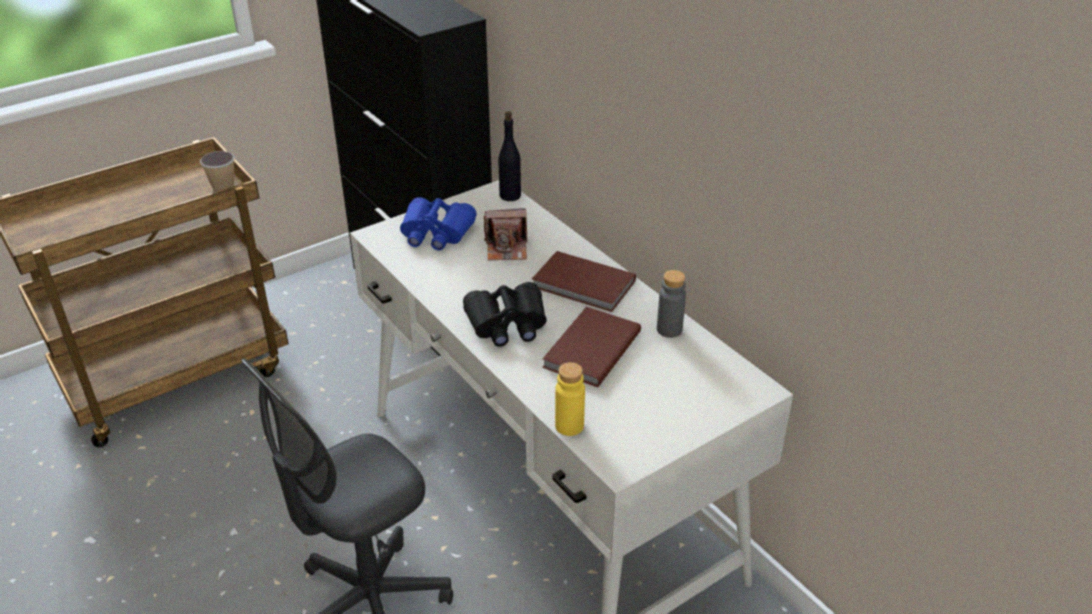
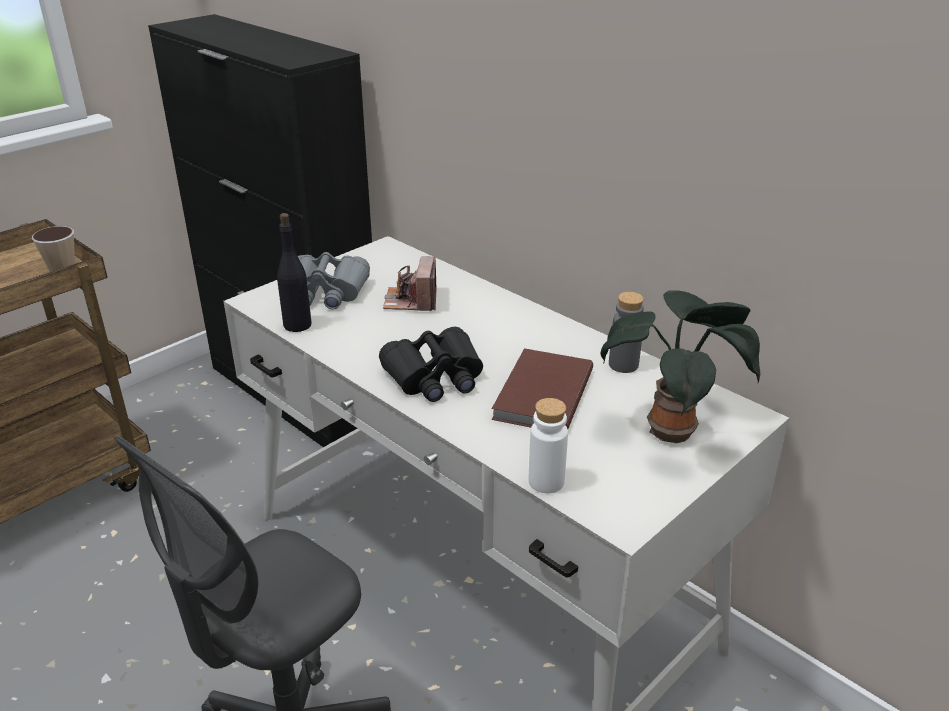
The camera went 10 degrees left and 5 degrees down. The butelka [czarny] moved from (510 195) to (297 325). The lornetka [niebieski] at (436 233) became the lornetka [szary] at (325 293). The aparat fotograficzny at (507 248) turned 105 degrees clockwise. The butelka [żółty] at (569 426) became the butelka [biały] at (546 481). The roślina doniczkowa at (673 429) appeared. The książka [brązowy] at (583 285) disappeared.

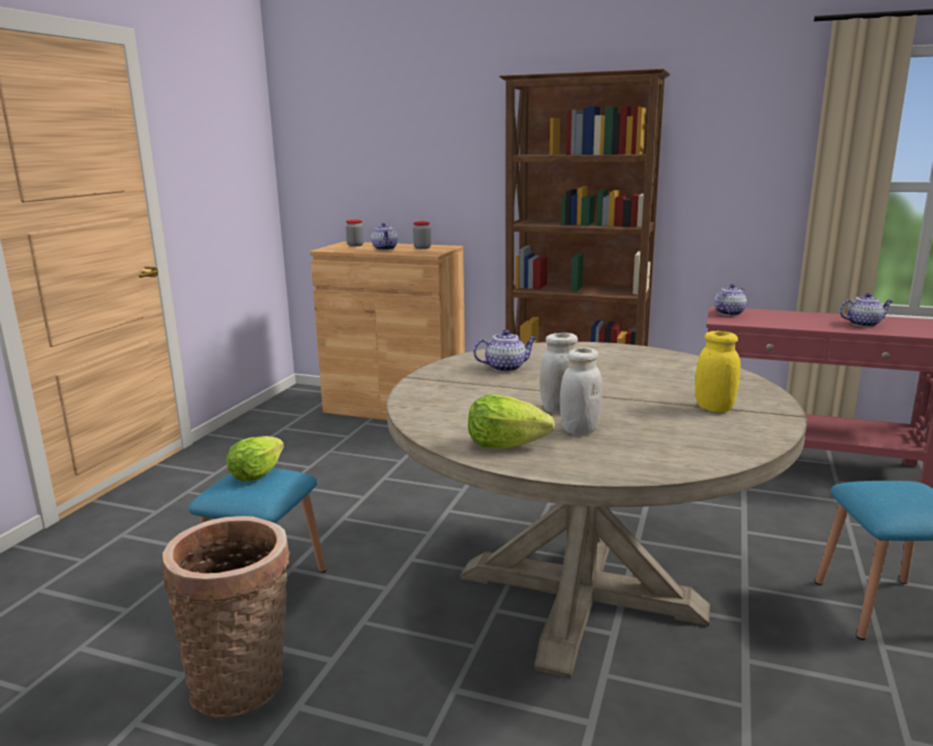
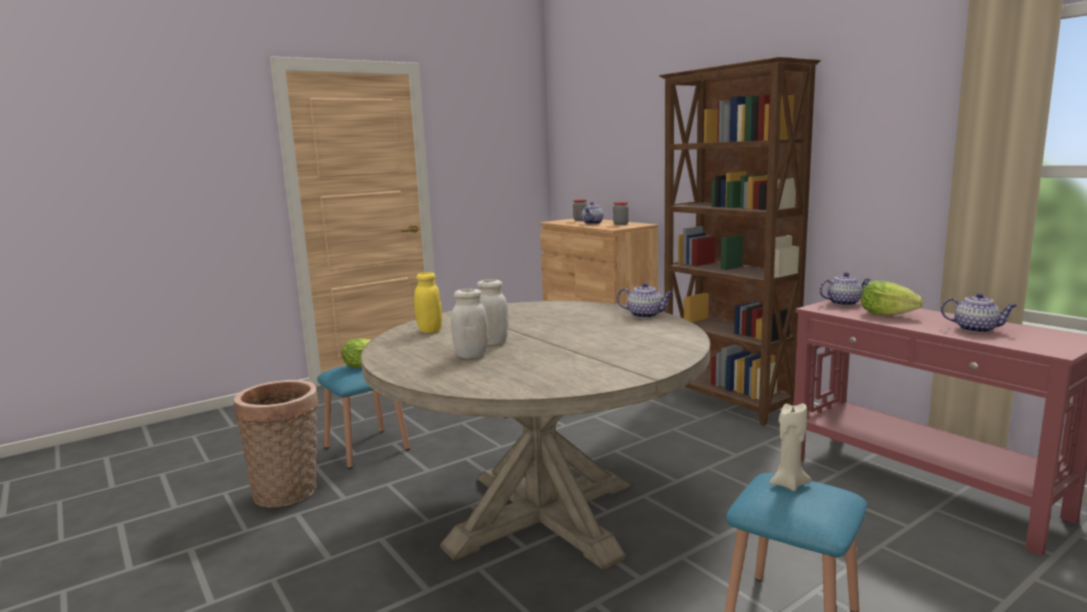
The camera went 35 degrees right and 5 degrees down. The słoik [żółty] moved from (714 408) to (429 330). The imbryk moved from (506 367) to (645 315). The świeca [beżowy] at (788 484) appeared. The sałata moved from (505 445) to (887 314).

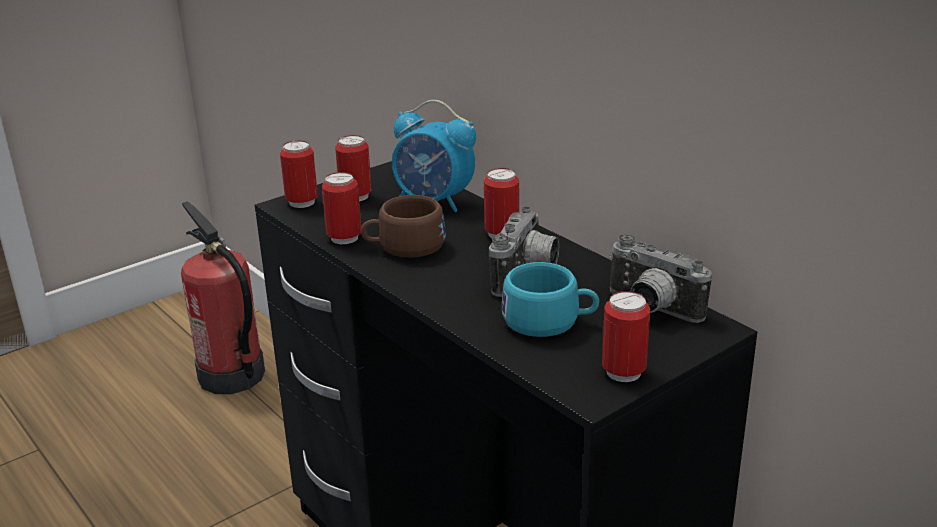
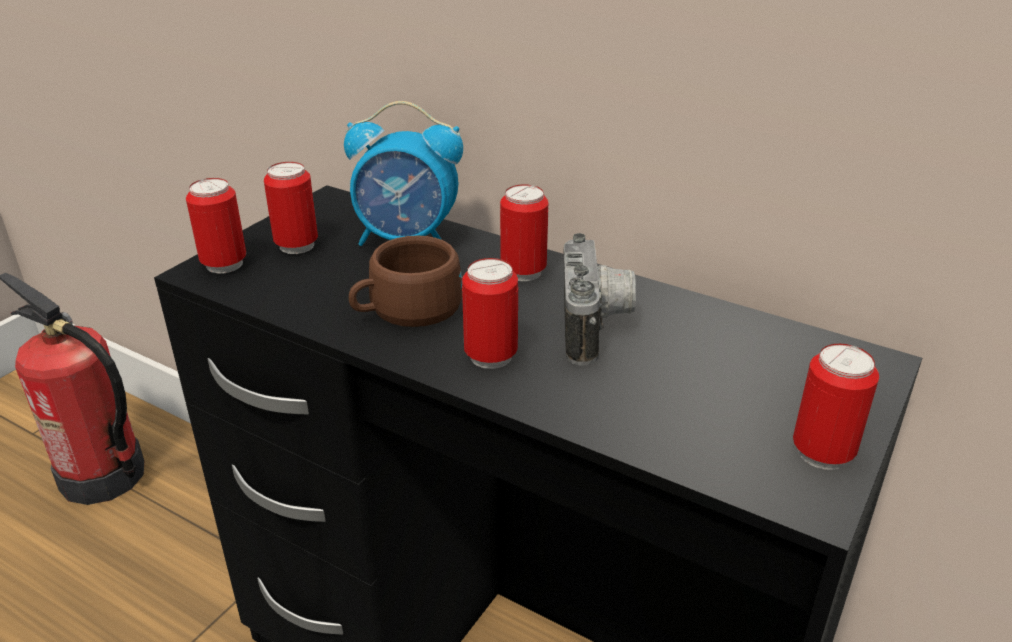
The camera went 20 degrees left and 5 degrees up. The puszka moved from (344 238) to (490 356). The filiżanka [turkusowy] at (549 321) disappeared. The aparat fotograficzny at (650 309) disappeared.

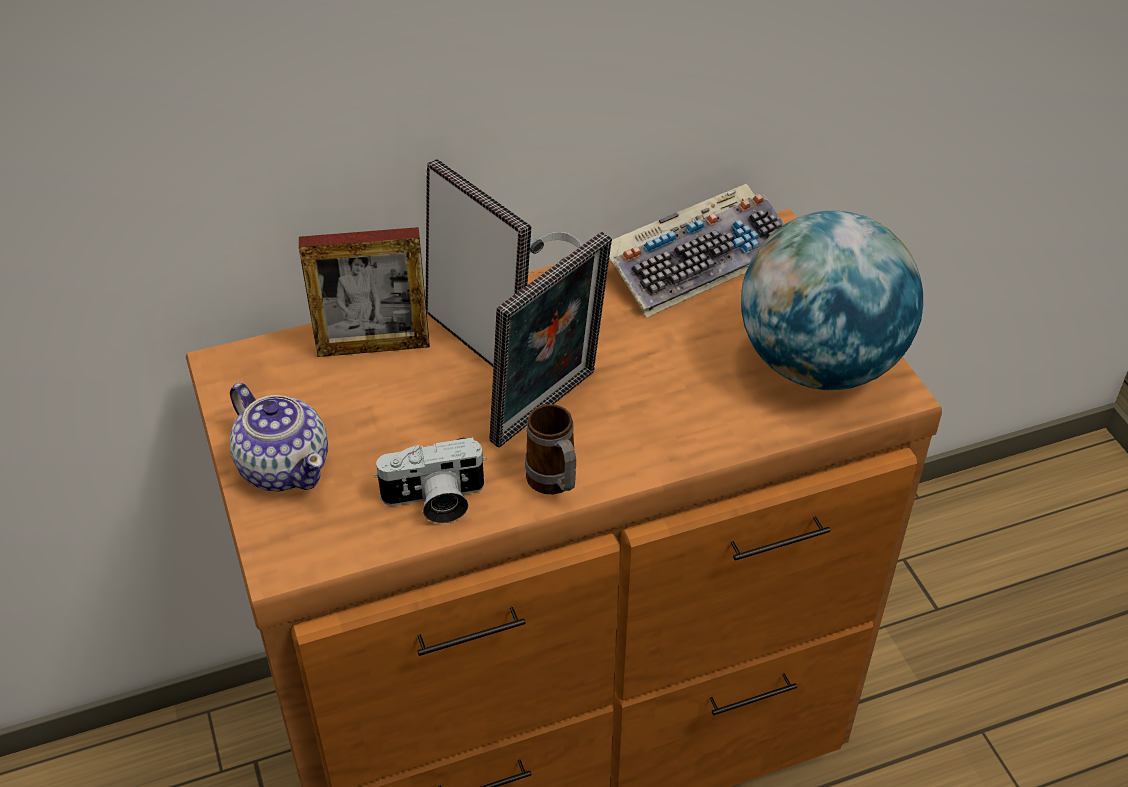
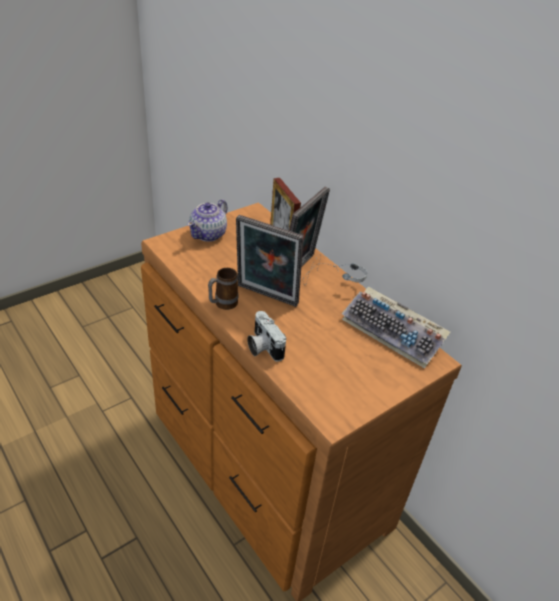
The camera went 70 degrees right and 5 degrees down. The aparat fotograficzny moved from (434 501) to (262 346). The globus at (819 364) disappeared.

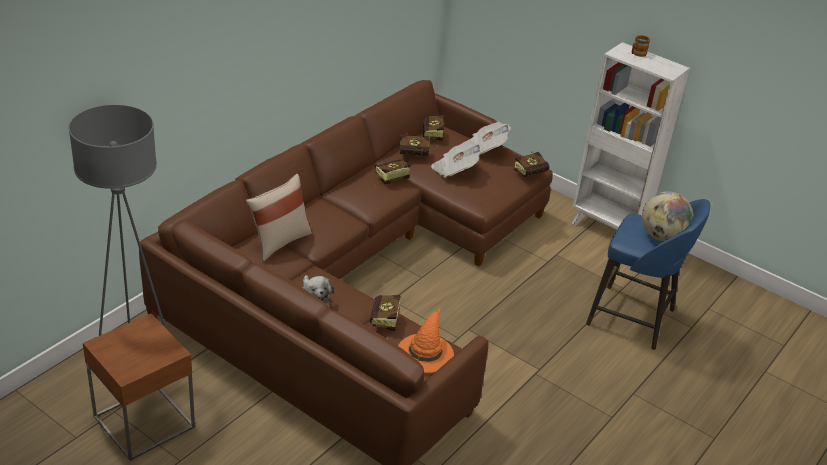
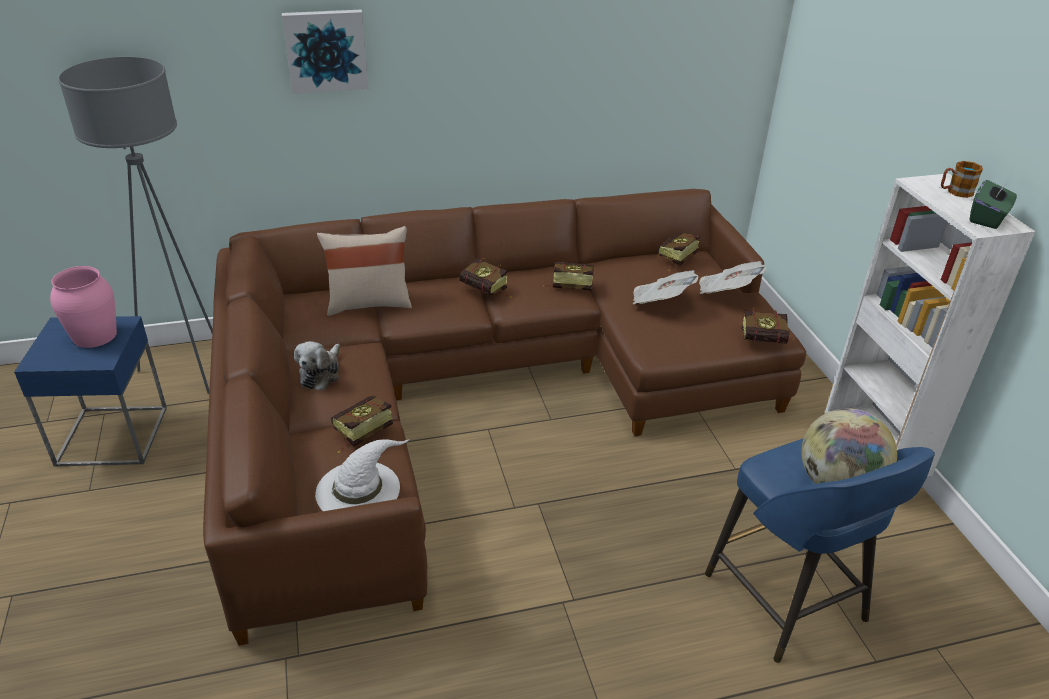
The camera went 40 degrees right and 0 degrees up. The stolik [brązowy] at (144 421) became the stolik [niebieski] at (112 435). The wazon [różowy] at (95 336) appeared. The obraz at (326 50) appeared. The kapelusz [pomarańczowy] at (425 352) became the kapelusz [biały] at (359 489). The książka moved from (417 155) to (487 291). The pudełko chusteczek [zielony] at (987 218) appeared.

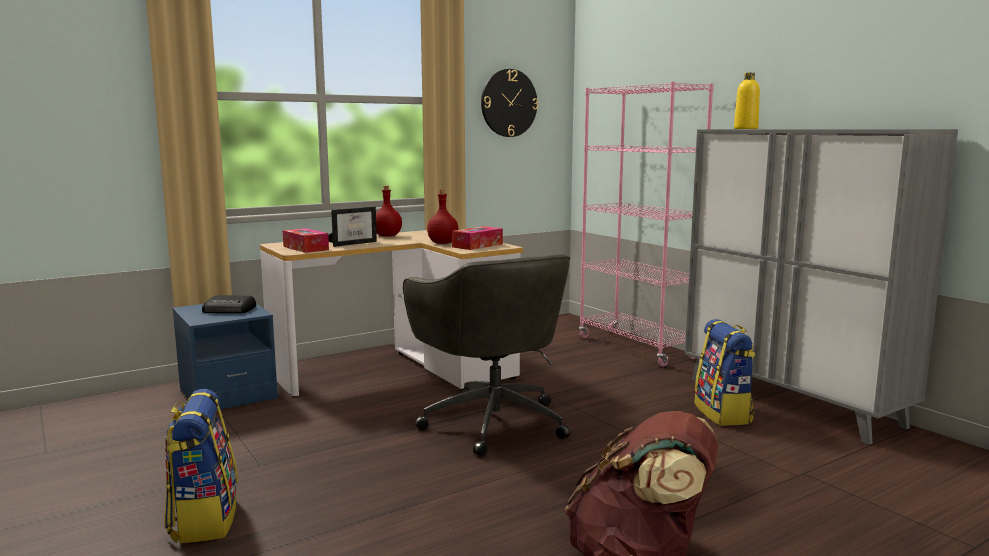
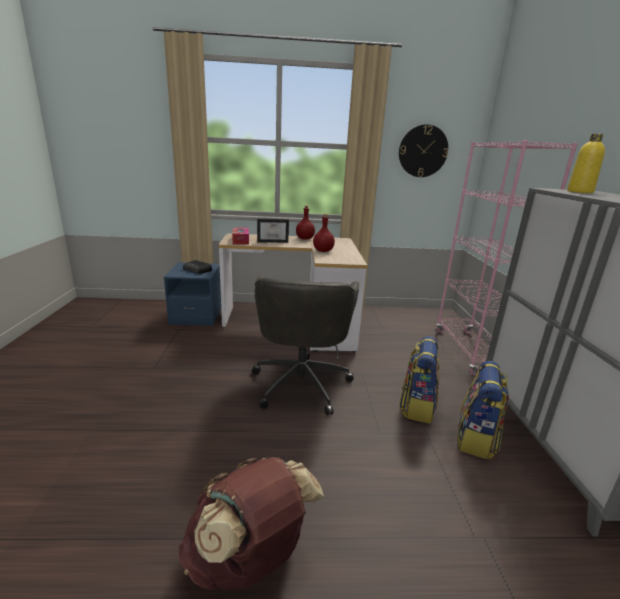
The camera went 30 degrees right and 10 degrees up. The plecak moved from (204 519) to (417 406). The pudełko chusteczek at (477 245) disappeared.

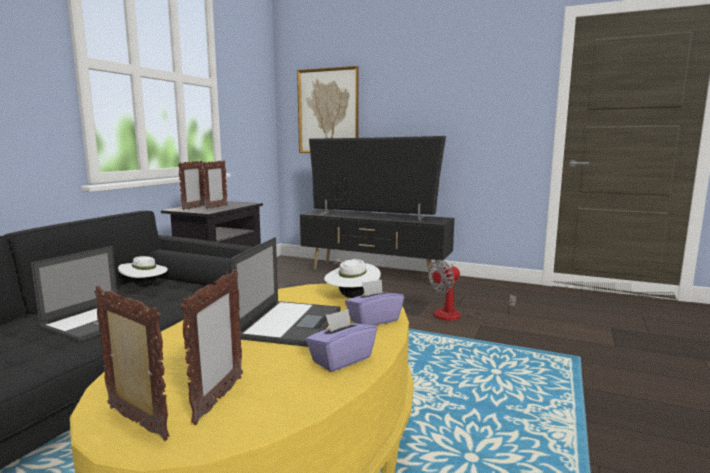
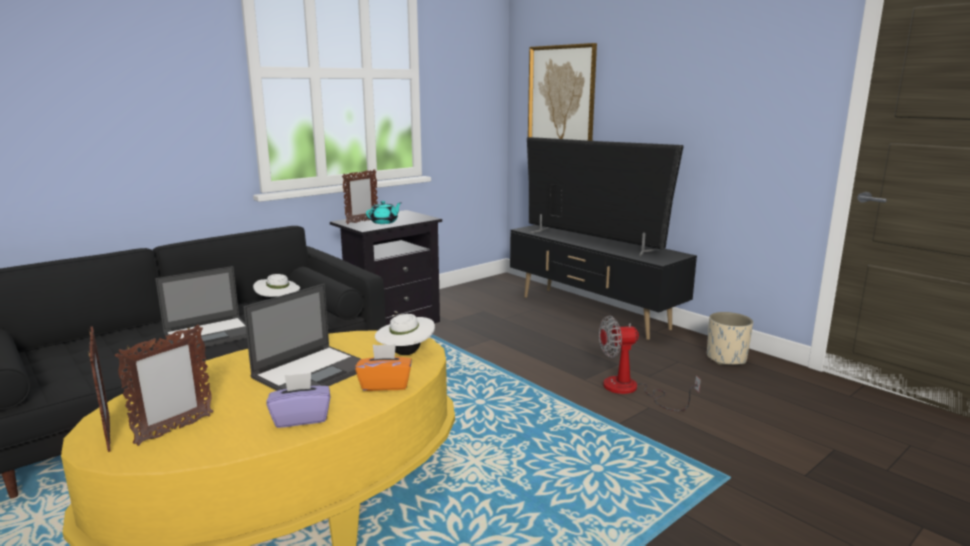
The camera went 25 degrees right and 5 degrees up. The pudełko chusteczek [fioletowy] at (373 320) became the pudełko chusteczek [pomarańczowy] at (385 384). The ramka na zdjęcie at (216 207) was replaced by the imbryk [turkusowy] at (384 222). The donica [beżowy] at (726 358) appeared.

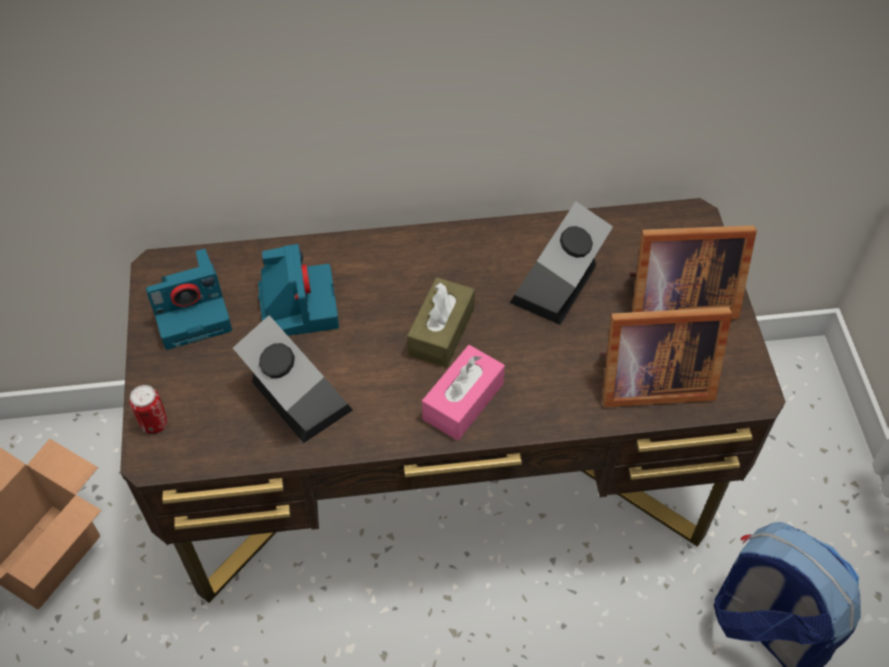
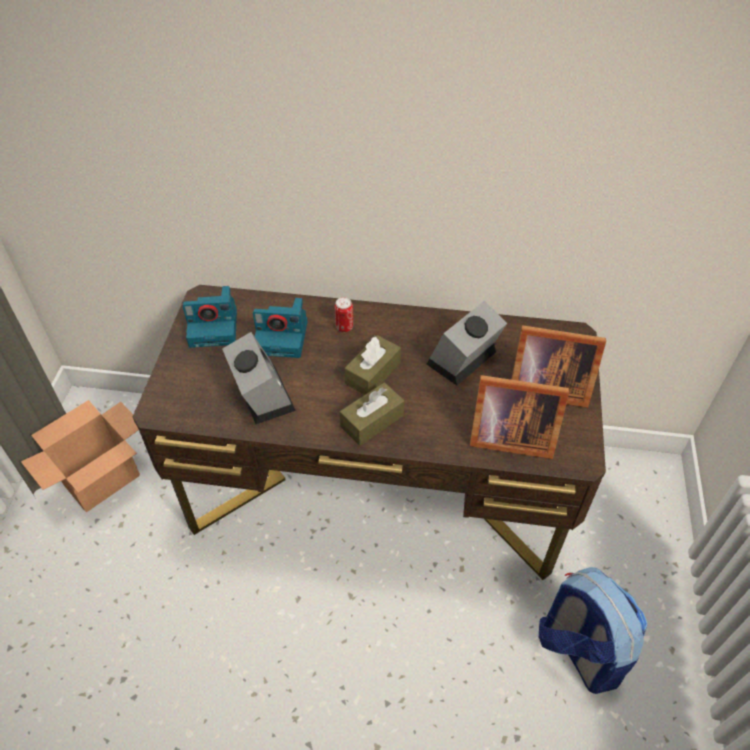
The camera went 15 degrees right and 5 degrees down. The aparat fotograficzny at (297 305) turned 90 degrees clockwise. The puszka moved from (154 424) to (344 327). The pudełko chusteczek [różowy] at (463 401) became the pudełko chusteczek [brązowy] at (372 421).

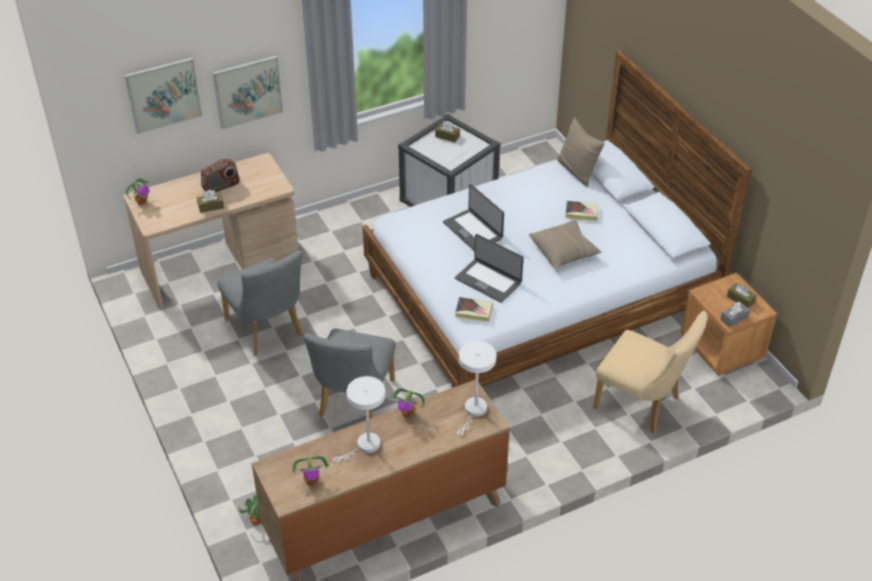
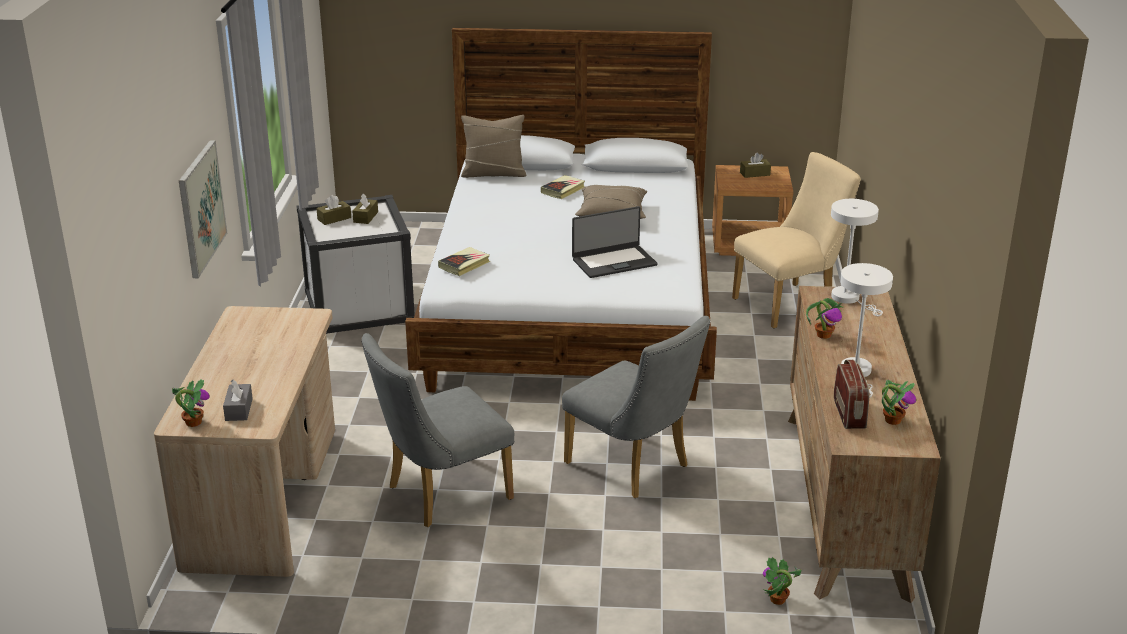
The camera went 60 degrees left and 15 degrees down. The pudełko chusteczek [szary] moved from (734 318) to (239 409). The pudełko chusteczek [brązowy] moved from (211 206) to (365 217). The krzesło [szary] at (267 331) turned 150 degrees clockwise. The książka moved from (473 311) to (464 265). The radio moved from (221 186) to (849 414). The obraz at (163 95) disappeared. The laptop at (473 230) disappeared.

